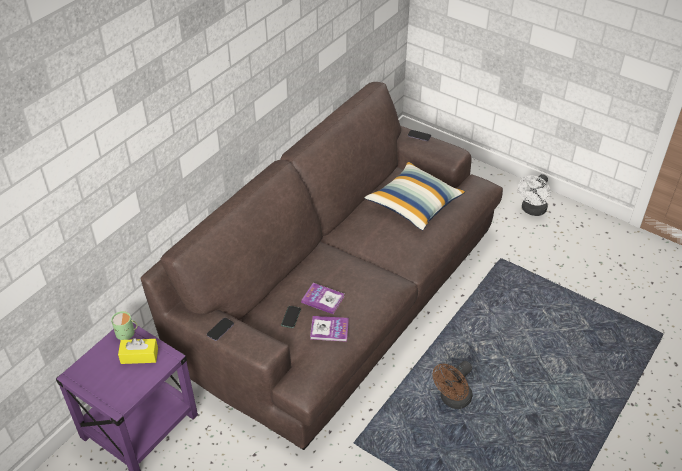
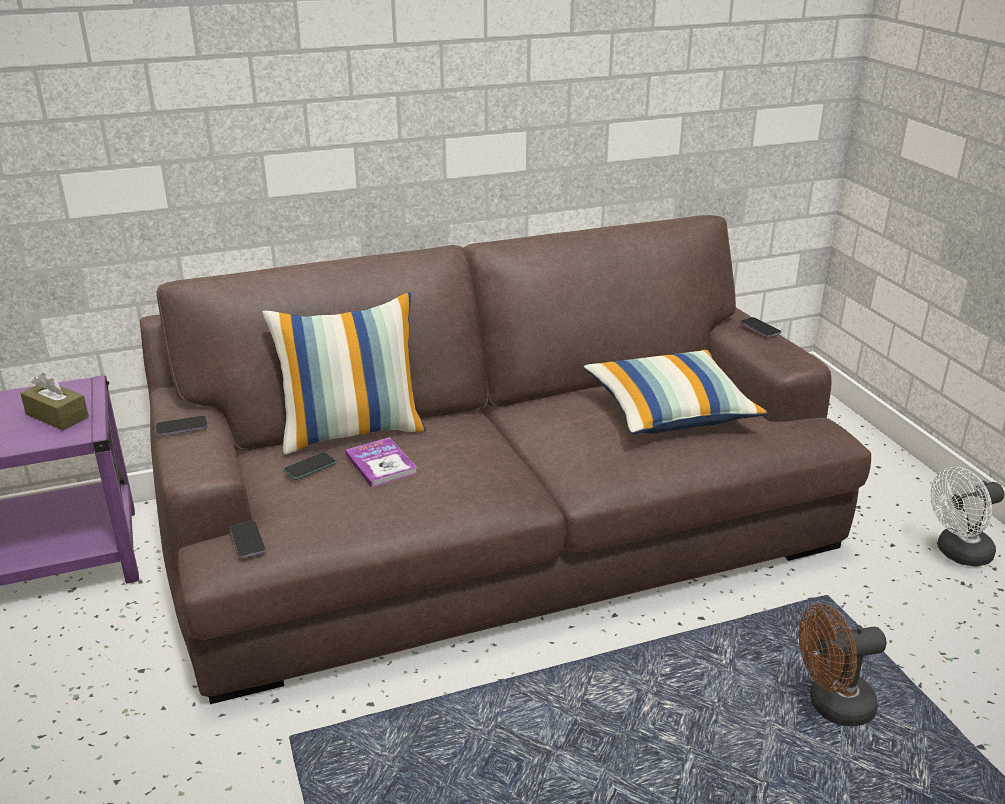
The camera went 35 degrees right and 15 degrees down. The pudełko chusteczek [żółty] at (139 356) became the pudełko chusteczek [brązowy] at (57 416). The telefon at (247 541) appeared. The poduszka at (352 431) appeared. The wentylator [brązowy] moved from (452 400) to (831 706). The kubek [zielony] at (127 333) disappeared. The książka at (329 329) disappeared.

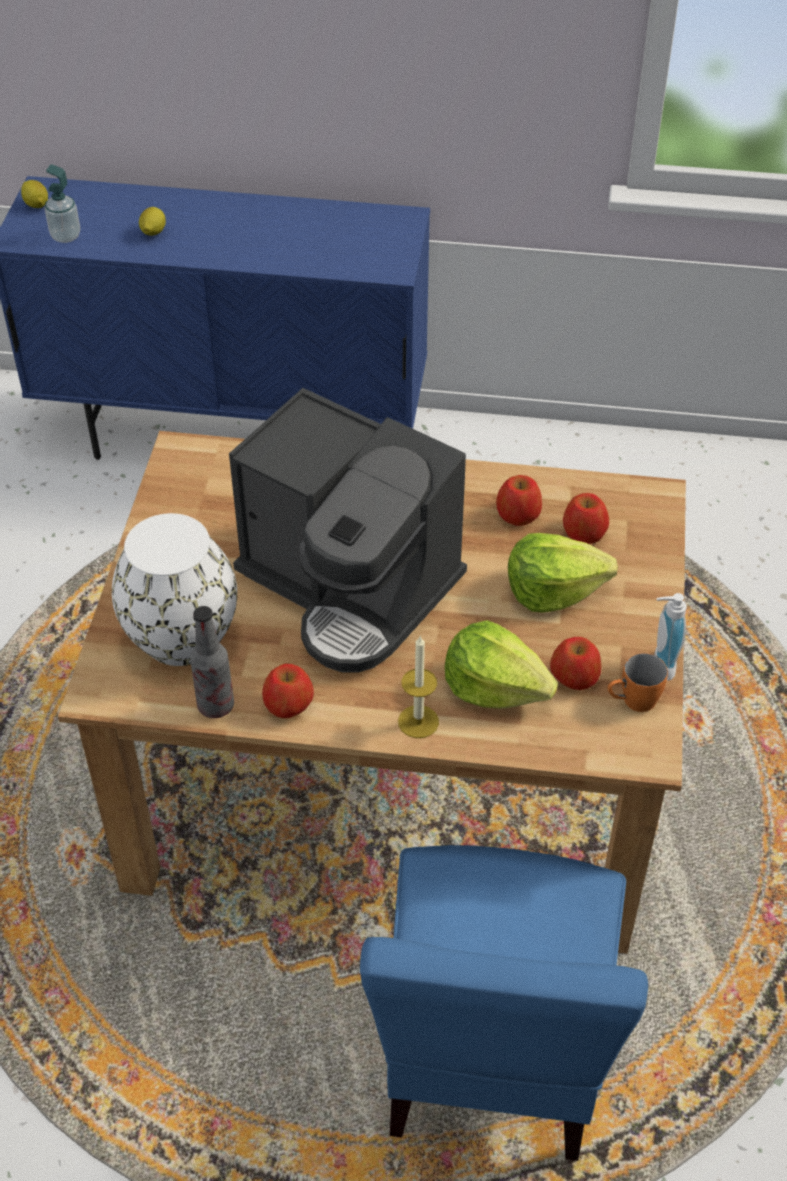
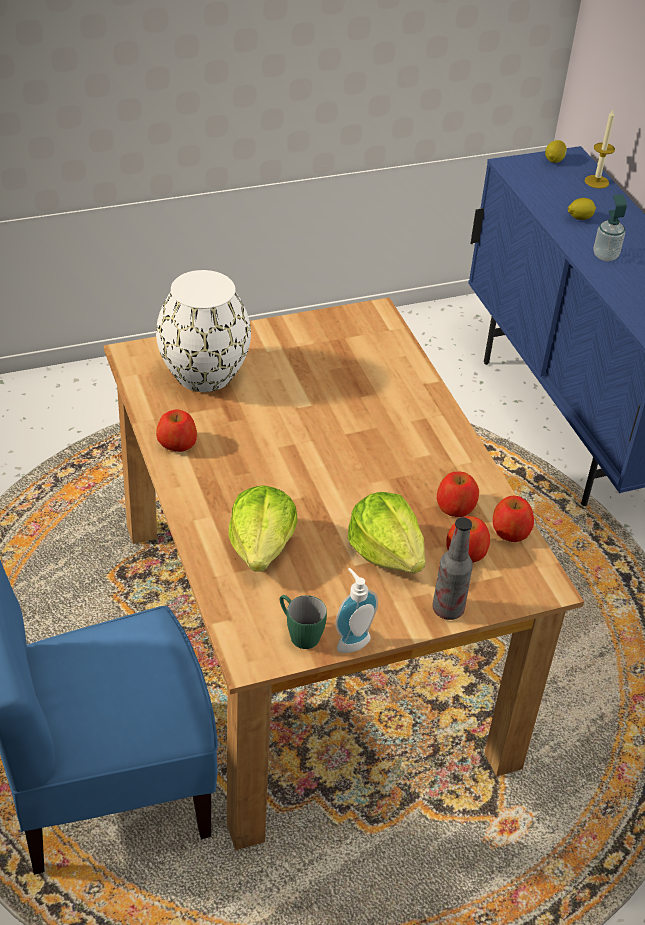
The camera went 60 degrees right and 5 degrees down. The kubek [pomarańczowy] at (632 702) became the kubek [zielony] at (299 633). The butelka moved from (216 706) to (448 609). The jabłko moved from (574 676) to (510 531). The świeca moved from (418 721) to (596 181). The dozownik mydła moved from (66 236) to (605 255). The ekspres do kawy at (350 587) disappeared.

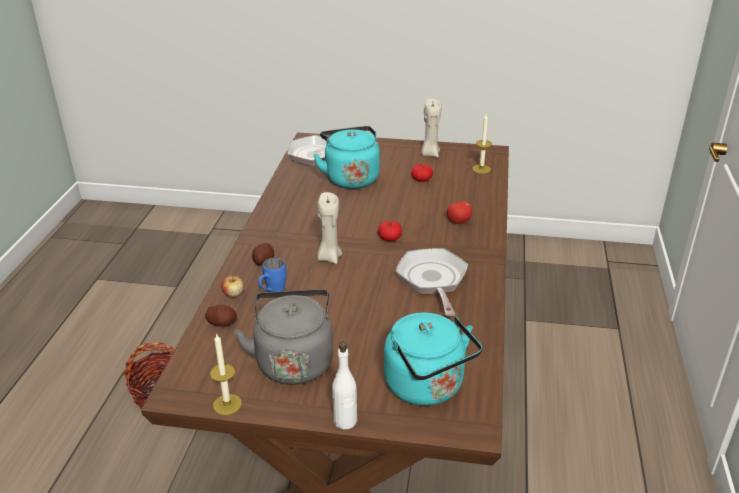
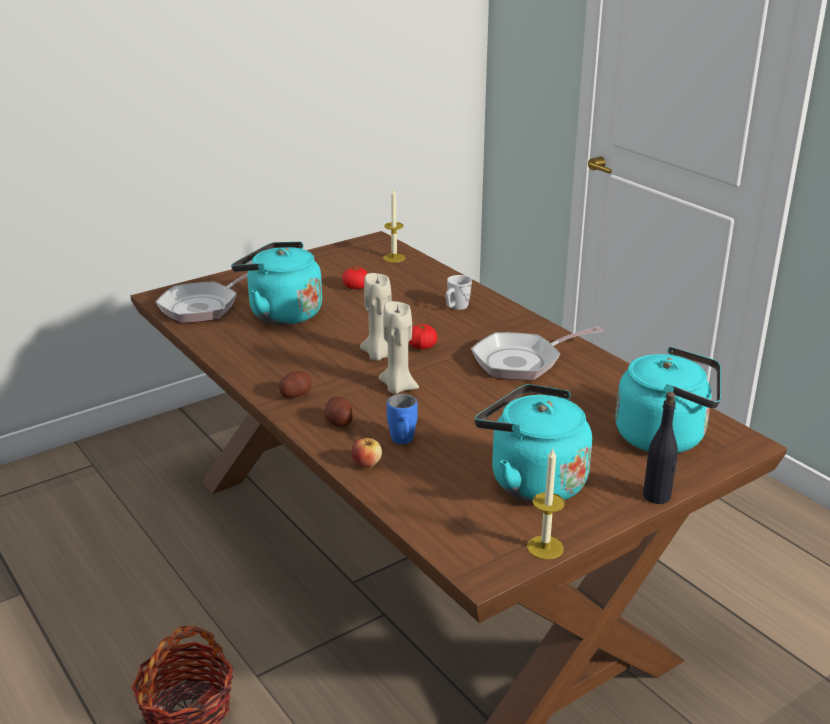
The camera went 45 degrees left and 5 degrees down. The ziemniak moved from (222 323) to (295 394). The świeca [beżowy] moved from (430 154) to (378 355). The jabłko at (458 222) was replaced by the kubek [biały] at (456 307). The patelnia at (432 281) turned 60 degrees counterclockwise. The czajnik [szary] at (294 360) became the czajnik [turkusowy] at (532 481). The butelka [biały] at (345 421) became the butelka [czarny] at (657 496).

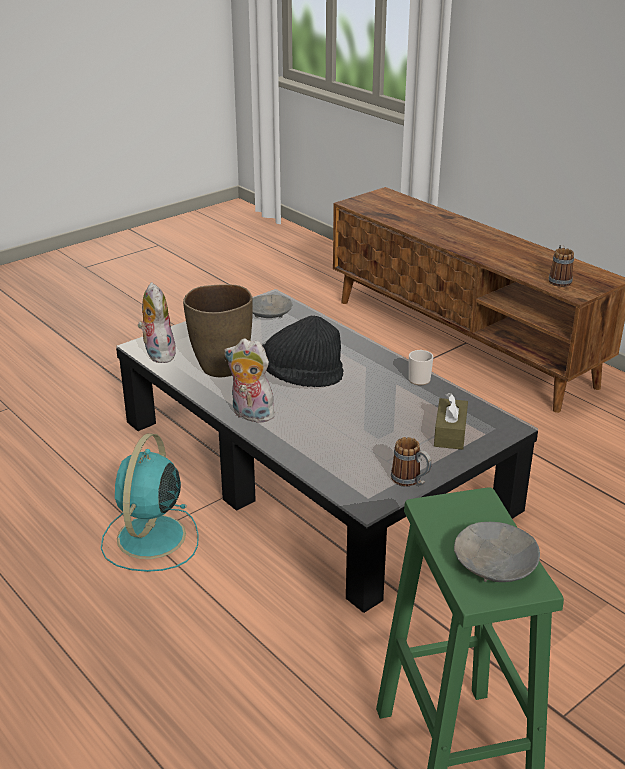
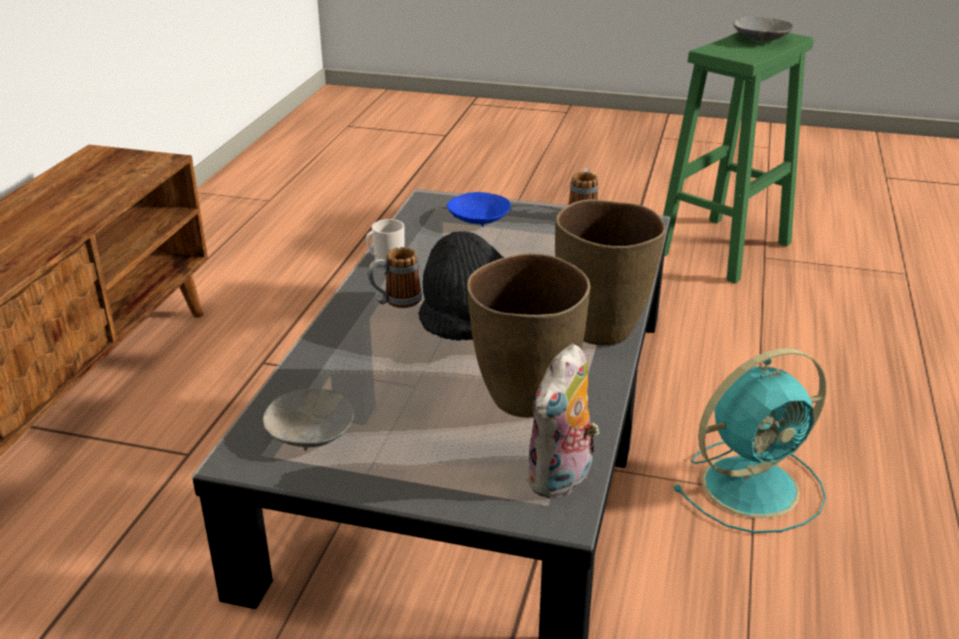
The camera went 125 degrees left and 0 degrees up. The kubek moved from (559 279) to (395 302). The pudełko chusteczek [brązowy] at (450 433) was replaced by the miska [niebieski] at (479 219). The pluszak at (250 415) was replaced by the wazon [brązowy] at (601 329).

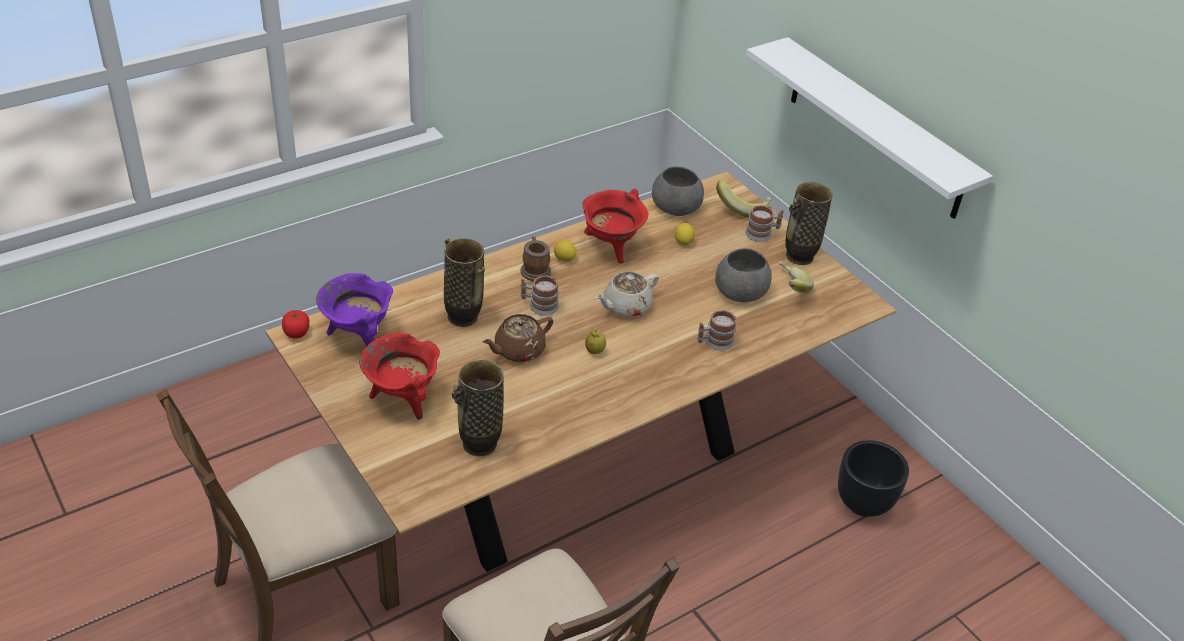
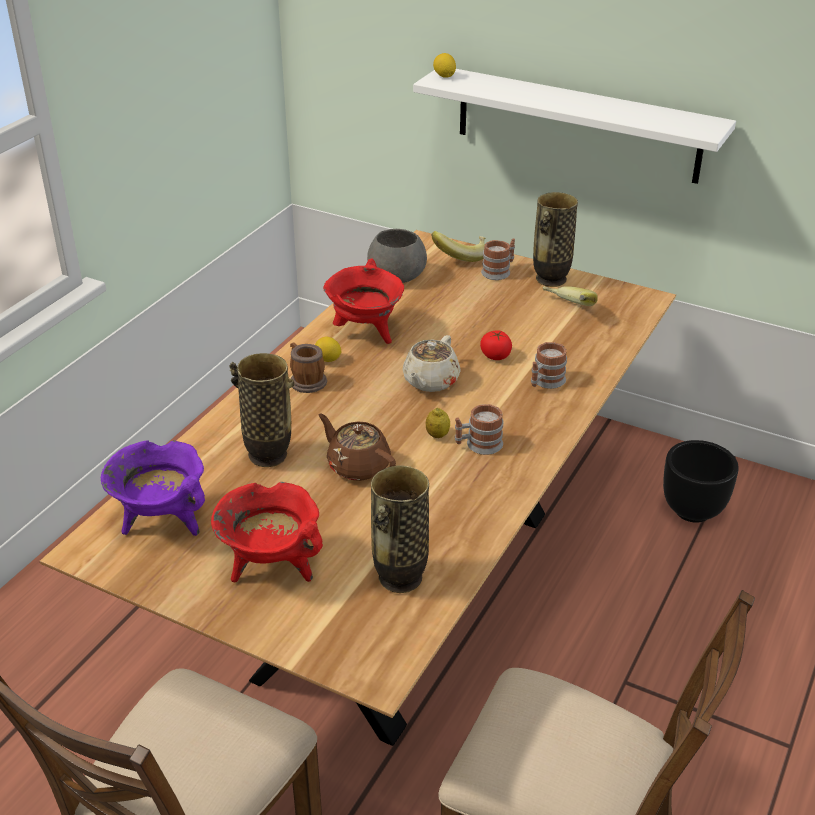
The camera went 25 degrees left and 5 degrees down. The imbryk [brązowy] at (518 350) turned 105 degrees clockwise. The cytryna moved from (683 242) to (444 76). The kubek moved from (539 305) to (478 445). The pomidor moved from (296 333) to (495 356). The miska [szary] at (739 292) disappeared.

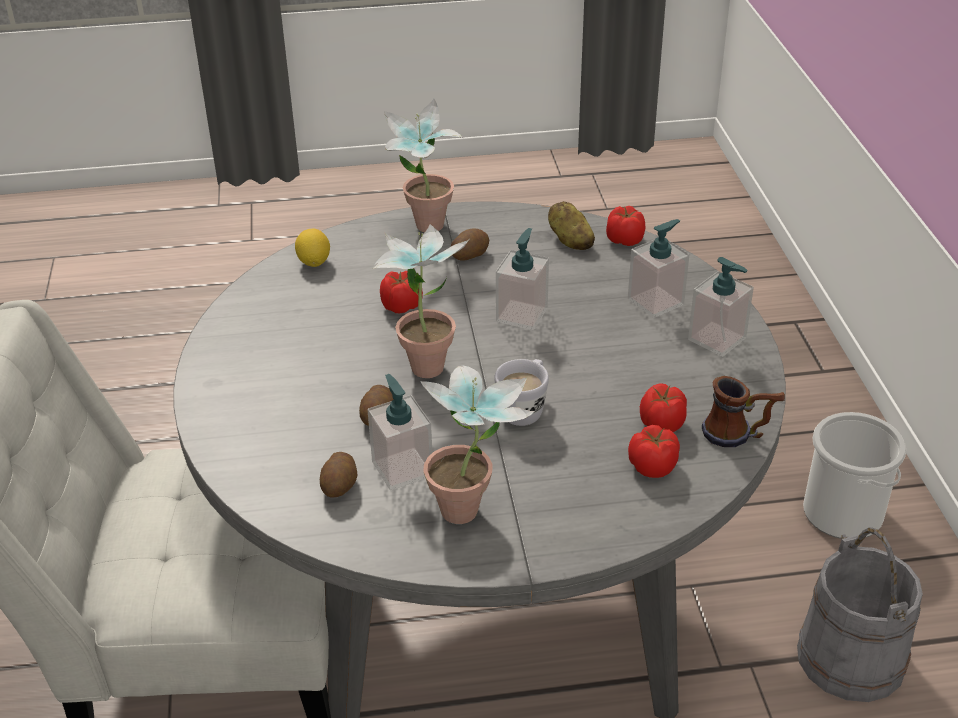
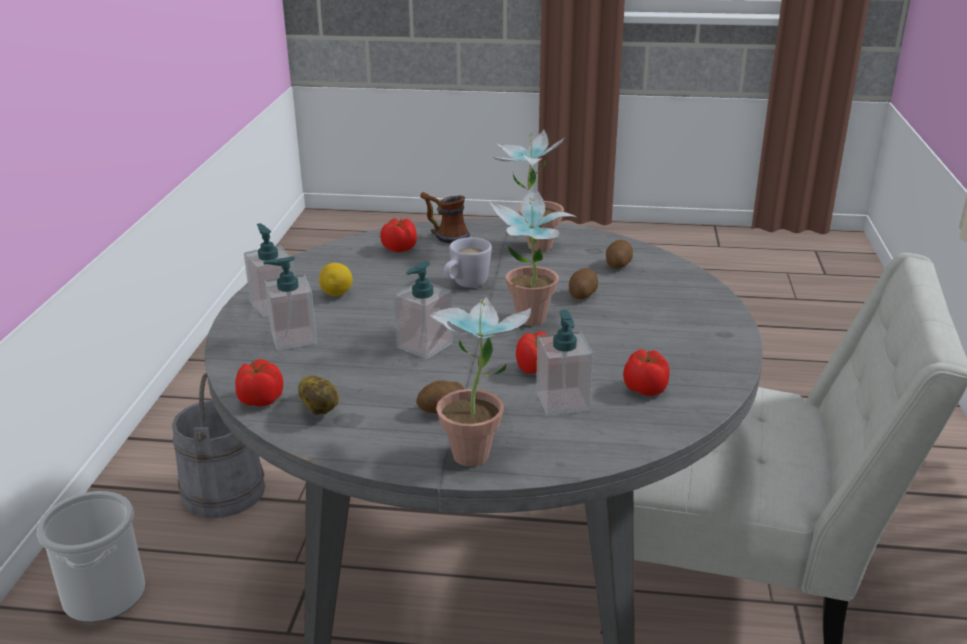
The camera went 165 degrees left and 10 degrees down. The cytryna moved from (314 262) to (337 294). The kubek moved from (739 434) to (444 236). The dozownik mydła moved from (402 468) to (562 401). The pomidor moved from (661 424) to (646 388).

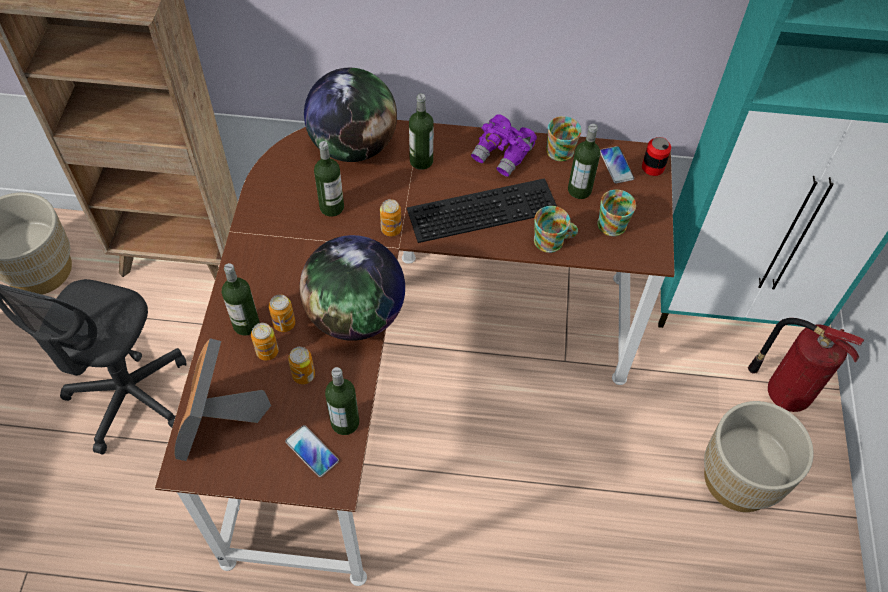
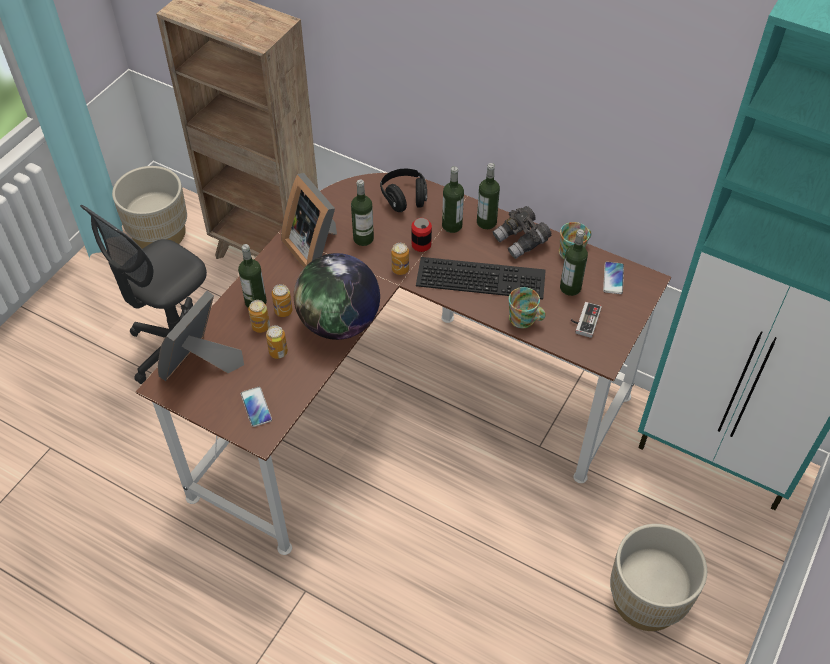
The camera went 25 degrees right and 5 degrees down. The ramka na zdjęcie at (315 247) appeared. The globus at (353 146) was replaced by the słuchawki [czarny] at (404 198). The puszka moved from (652 167) to (421 245). The butelka moved from (345 422) to (486 222). The lornetka [fioletowy] at (503 155) became the lornetka [szary] at (521 241). The kubek at (611 221) was replaced by the pad do gier at (584 320). The gaśnica at (784 391) disappeared.

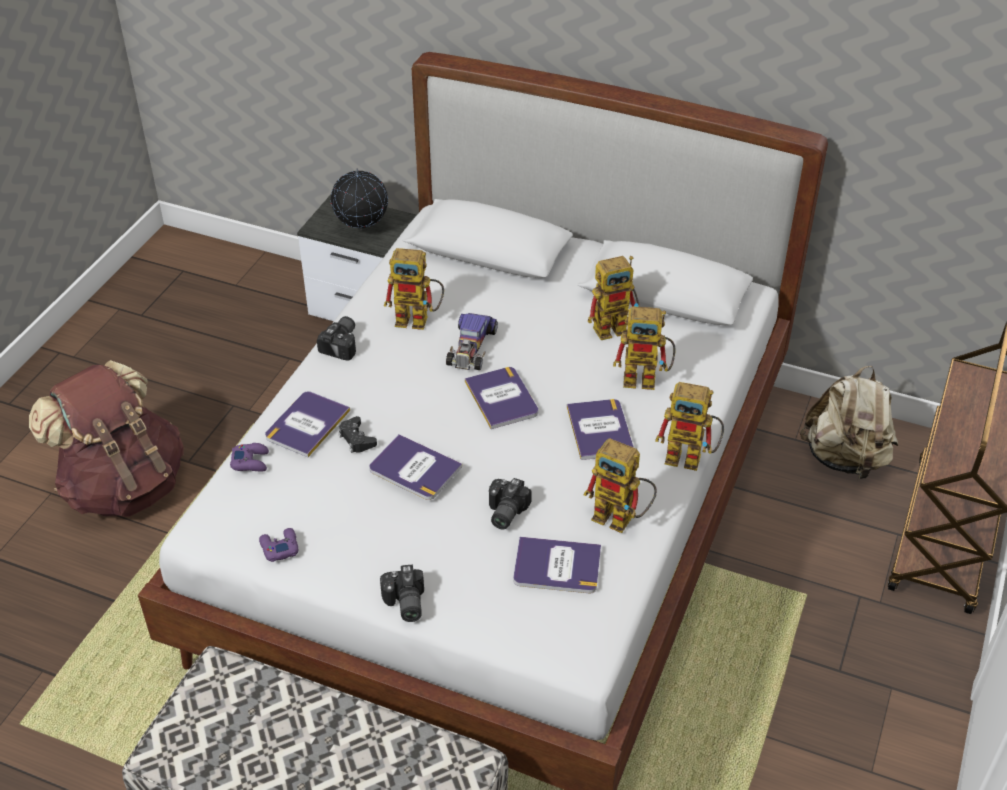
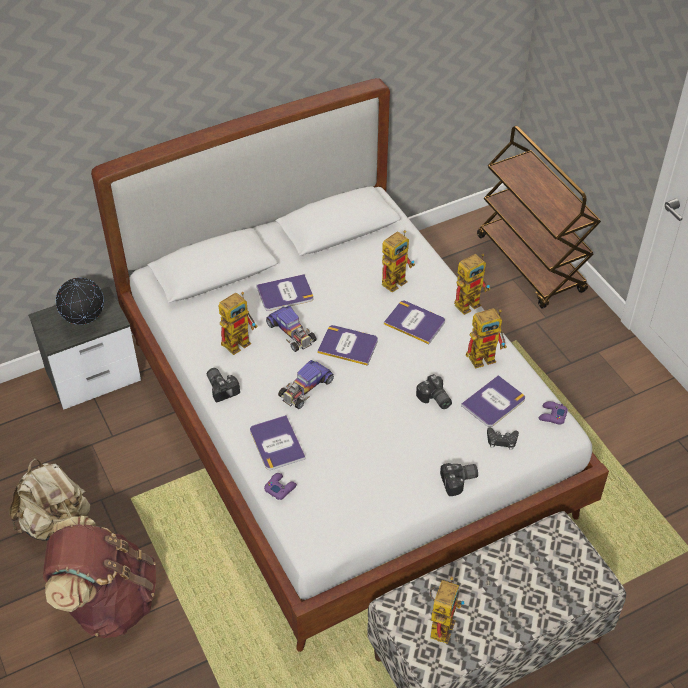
The camera went 50 degrees left and 5 degrees up. The plecak [beżowy] moved from (845 459) to (56 522). The książka moved from (414 469) to (285 293). The samochodzik at (305 388) appeared. The robot zabawkowy moved from (616 326) to (441 622). The aparat fotograficzny at (404 604) turned 45 degrees counterclockwise. The pad do gier [czarny] moved from (356 439) to (501 440). The pad do gier [fioletowy] moved from (279 547) to (552 415).

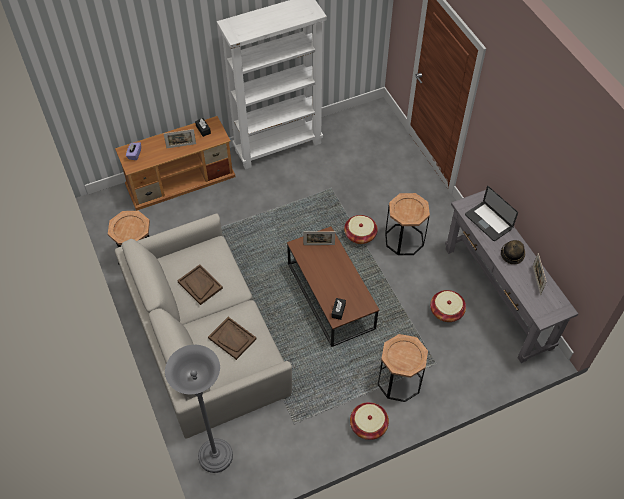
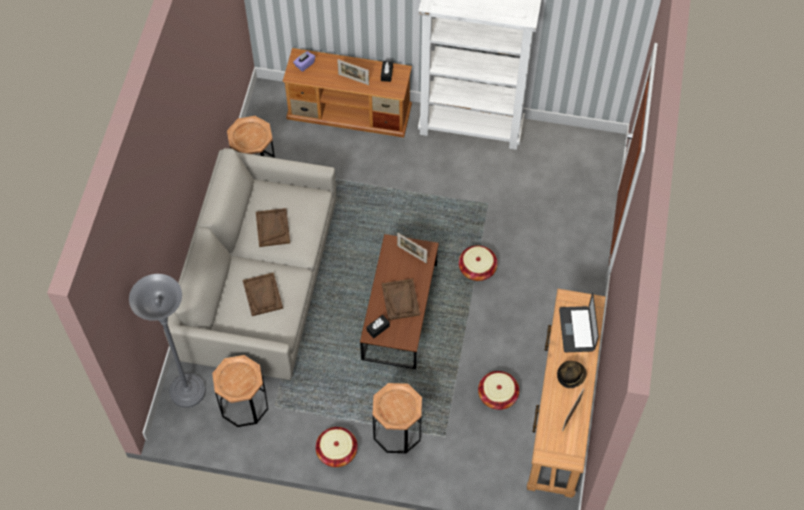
The camera went 35 degrees right and 5 degrees up. The stolik [brązowy] moved from (404 239) to (244 404). The taca [brązowy] at (400 300) appeared. The stolik konsolowy [szary] at (497 297) became the stolik konsolowy [brązowy] at (560 413).

